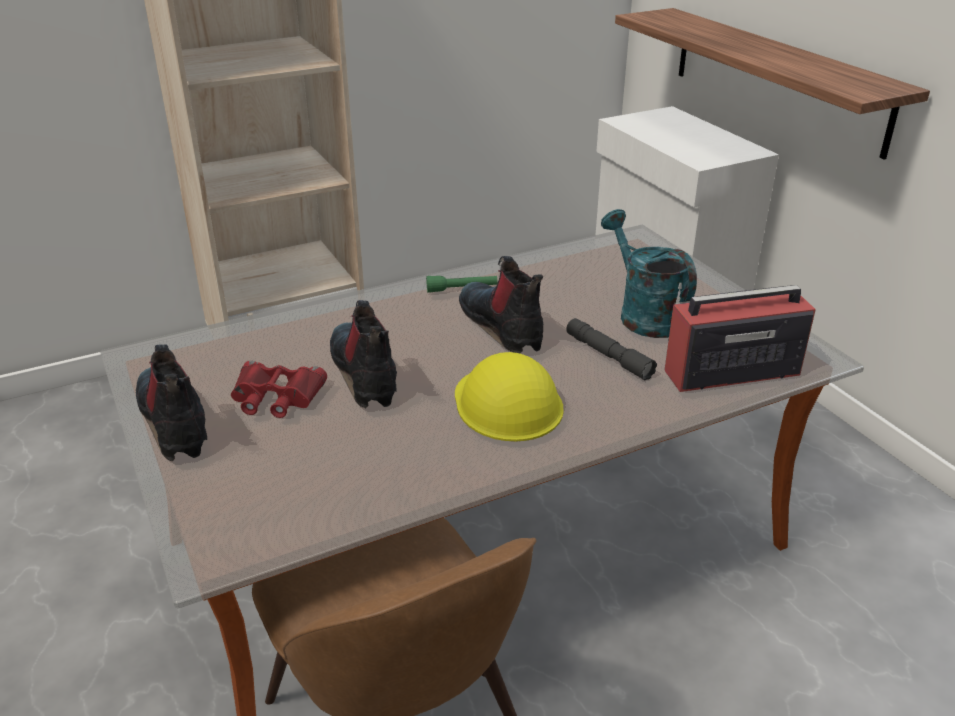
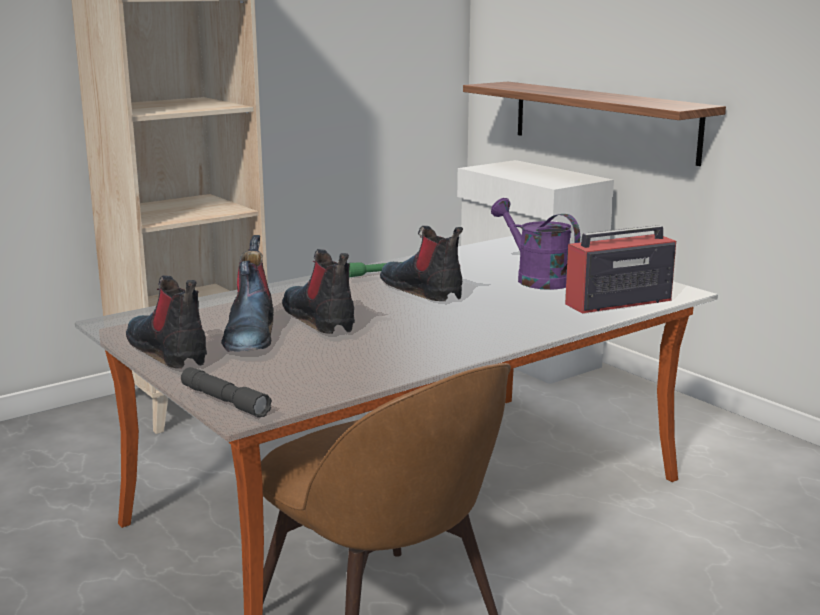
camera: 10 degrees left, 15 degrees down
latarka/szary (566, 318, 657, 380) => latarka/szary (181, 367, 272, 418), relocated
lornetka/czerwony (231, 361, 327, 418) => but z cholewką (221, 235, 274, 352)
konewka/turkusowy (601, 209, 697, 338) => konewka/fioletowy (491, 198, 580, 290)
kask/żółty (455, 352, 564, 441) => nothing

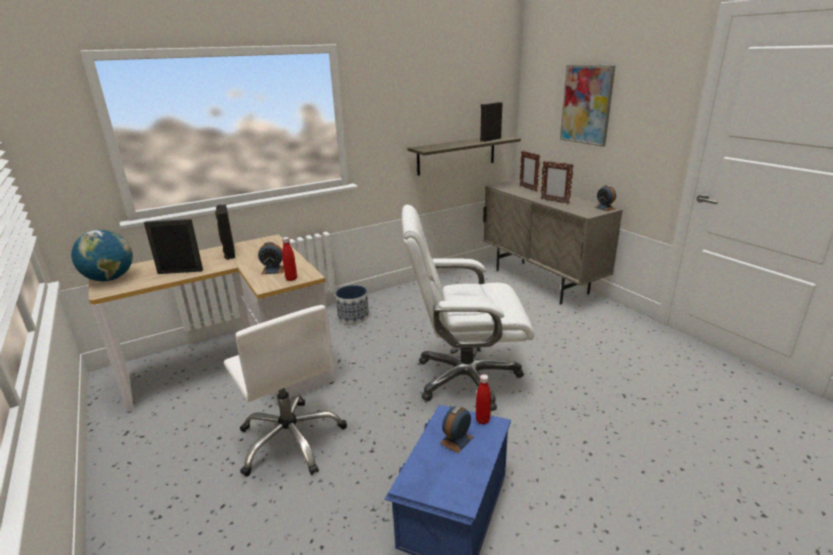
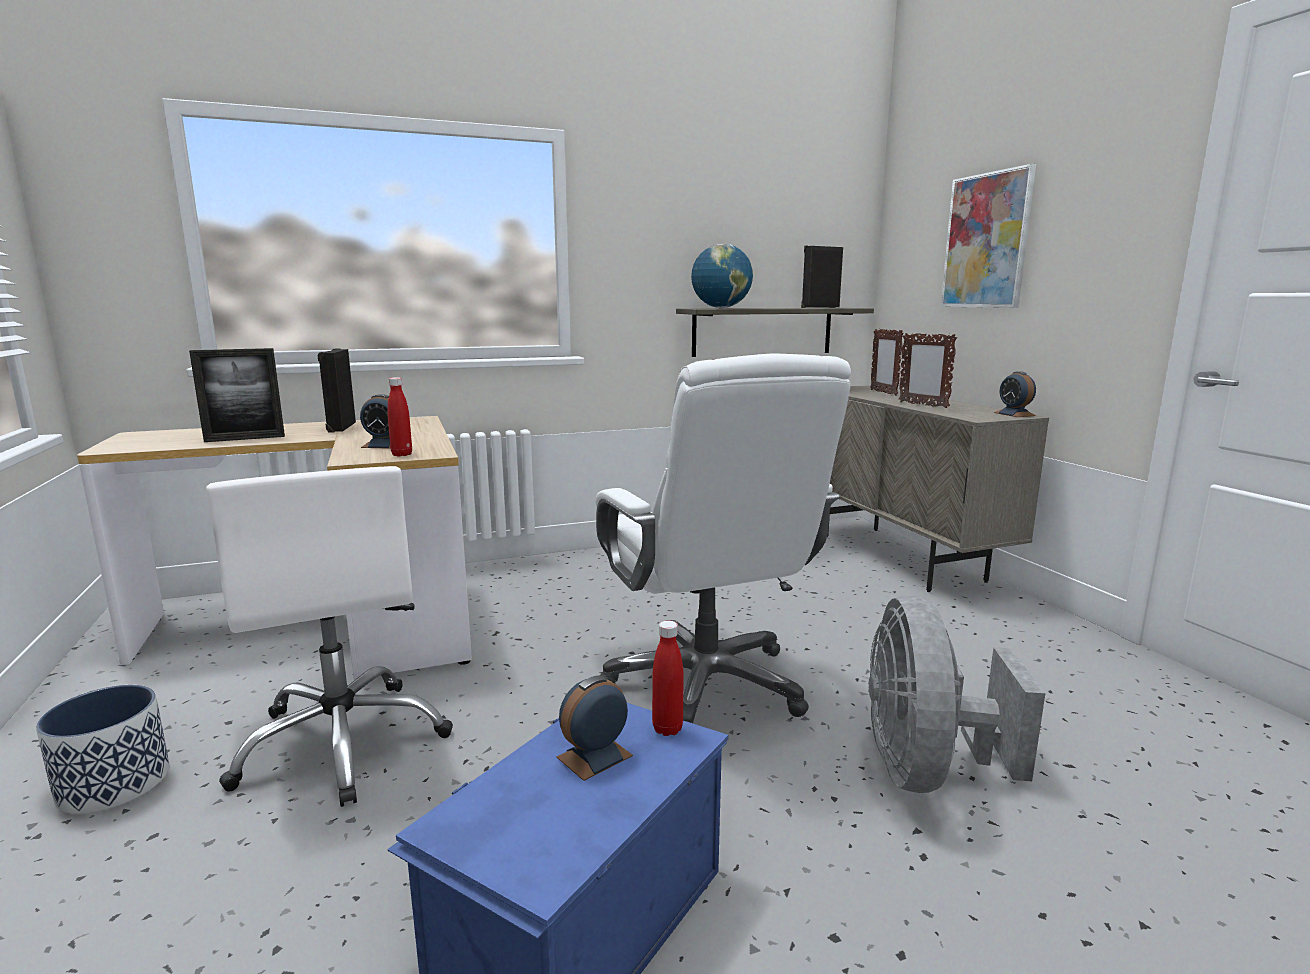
camera: 10 degrees right, 10 degrees down
donica (335, 285, 369, 324) => donica (36, 685, 169, 814), relocated
ramka na zdjęcie (144, 219, 203, 274) => ramka na zdjęcie (189, 348, 285, 442), 150 degrees clockwise
krzesło biurowe/biały (402, 205, 534, 411) => krzesło biurowe/biały (595, 354, 851, 723), 120 degrees counterclockwise
globus (71, 229, 133, 281) => globus (691, 244, 753, 308), relocated
nothing => wentylator/szary (868, 596, 1046, 793)

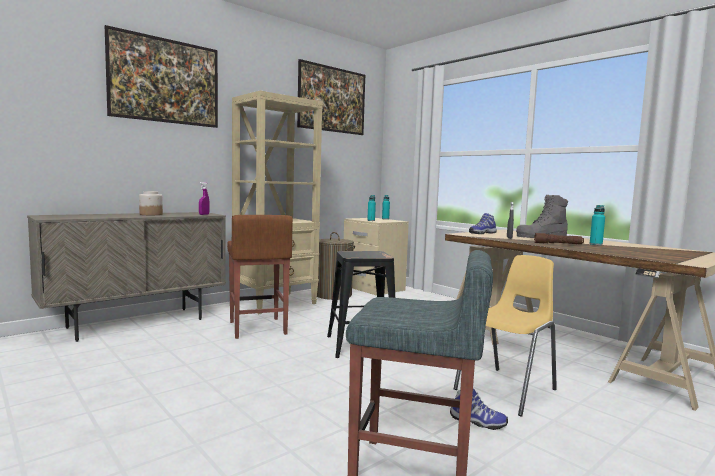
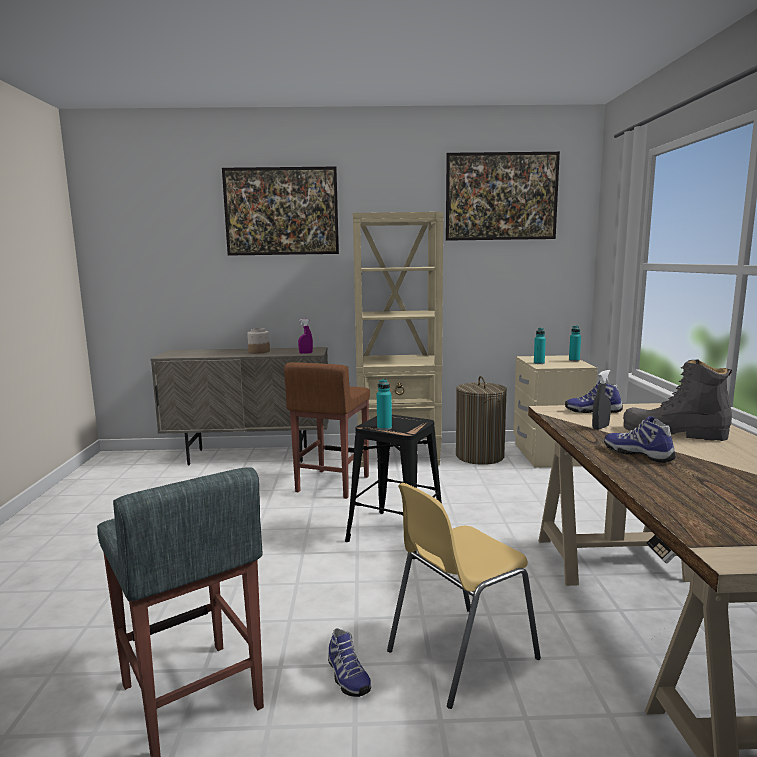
camera: 40 degrees right, 5 degrees up
butelka/turkusowy (590, 205, 605, 245) => butelka/turkusowy (377, 379, 392, 430), relocated
krzesło/żółty (454, 255, 557, 417) => krzesło/żółty (387, 483, 541, 709), 150 degrees clockwise
latarka/brązowy (534, 233, 584, 244) => but (604, 416, 676, 463)

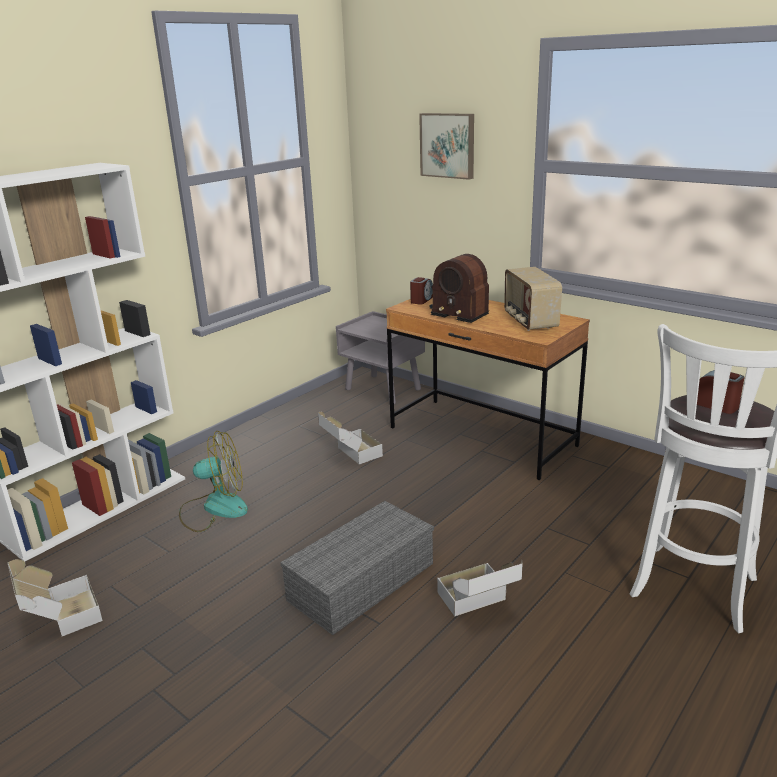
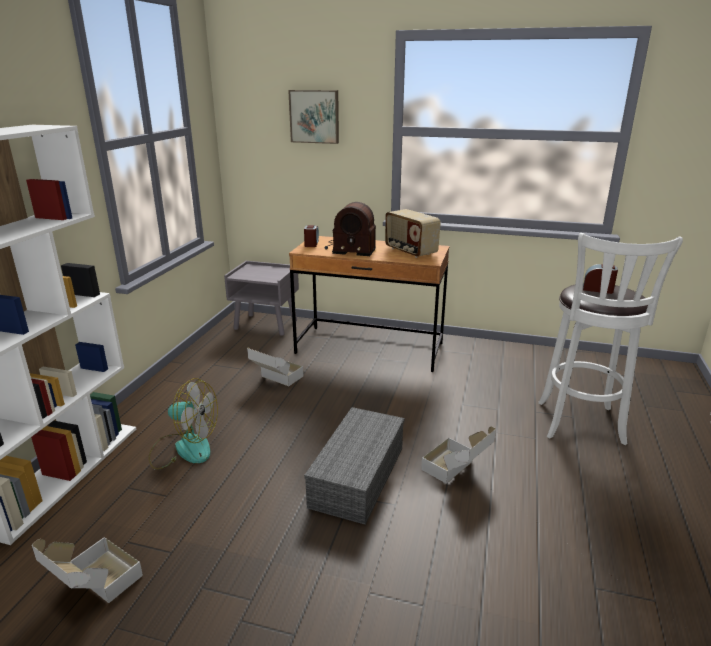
camera: 25 degrees left, 0 degrees up
wentylator (179, 431, 248, 532) => wentylator (148, 378, 218, 470), 45 degrees clockwise

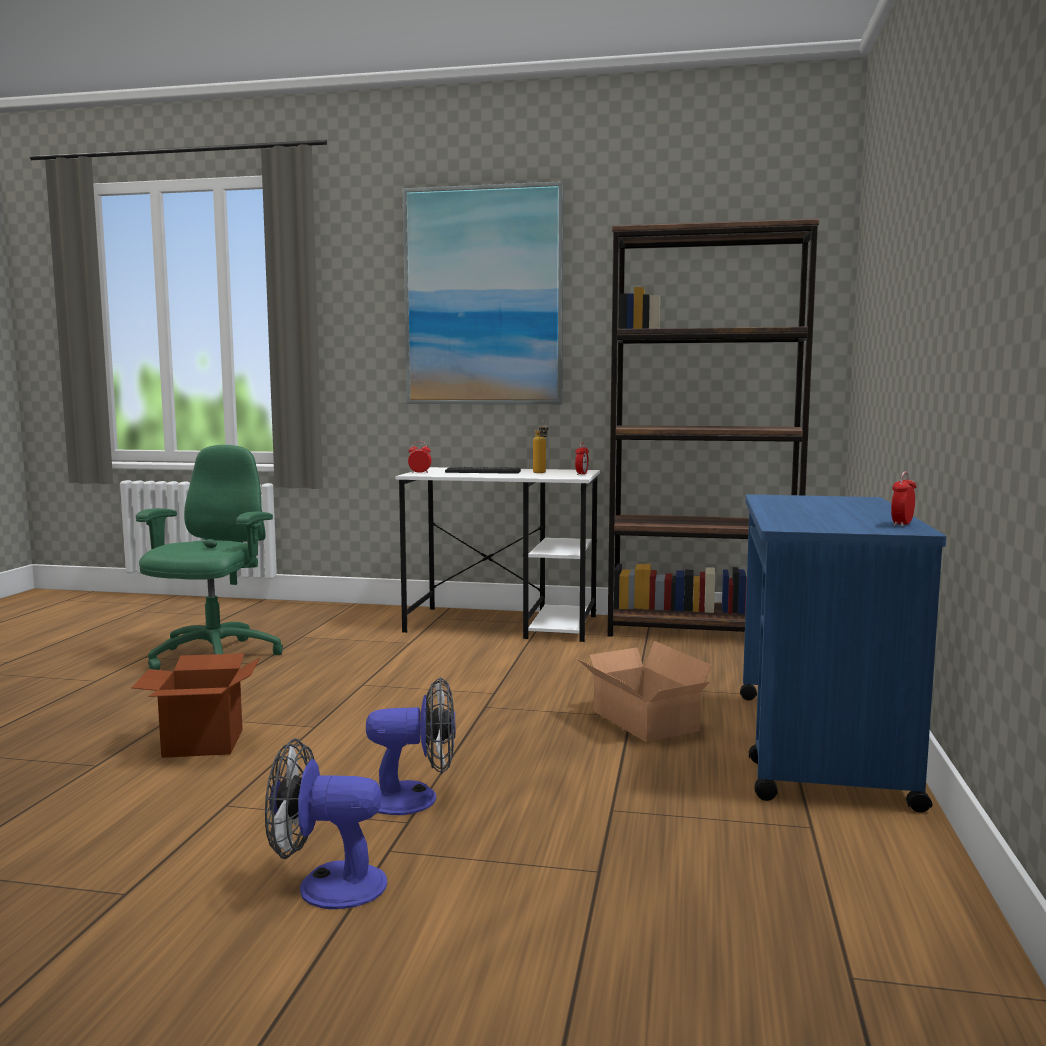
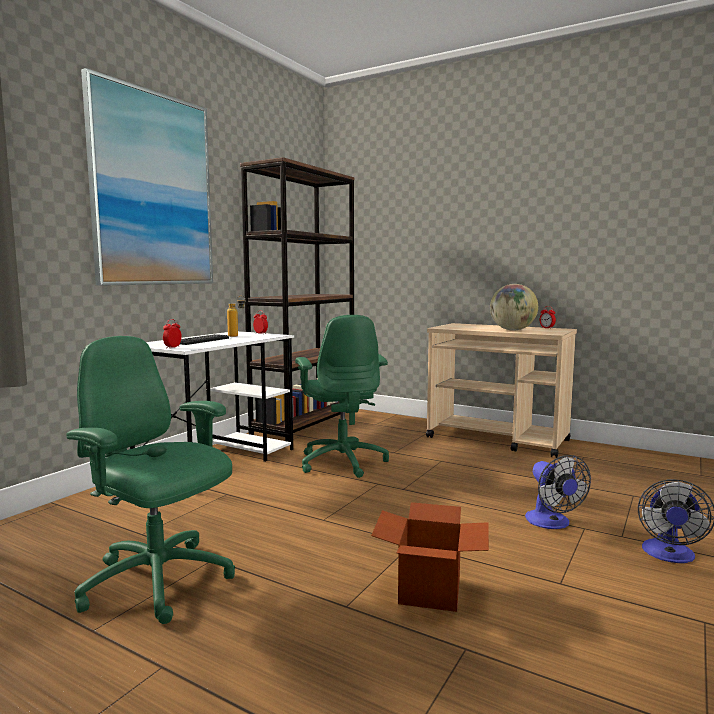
camera: 70 degrees left, 0 degrees up
nothing => krzesło biurowe/zielony (295, 315, 389, 478)
wózek/niebieski (740, 494, 946, 813) => wózek/beżowy (426, 323, 577, 458)
nothing => globus (490, 284, 538, 331)
wentylator (366, 677, 456, 815) => wentylator (525, 455, 591, 529), 150 degrees clockwise
karton (576, 641, 711, 742) => nothing

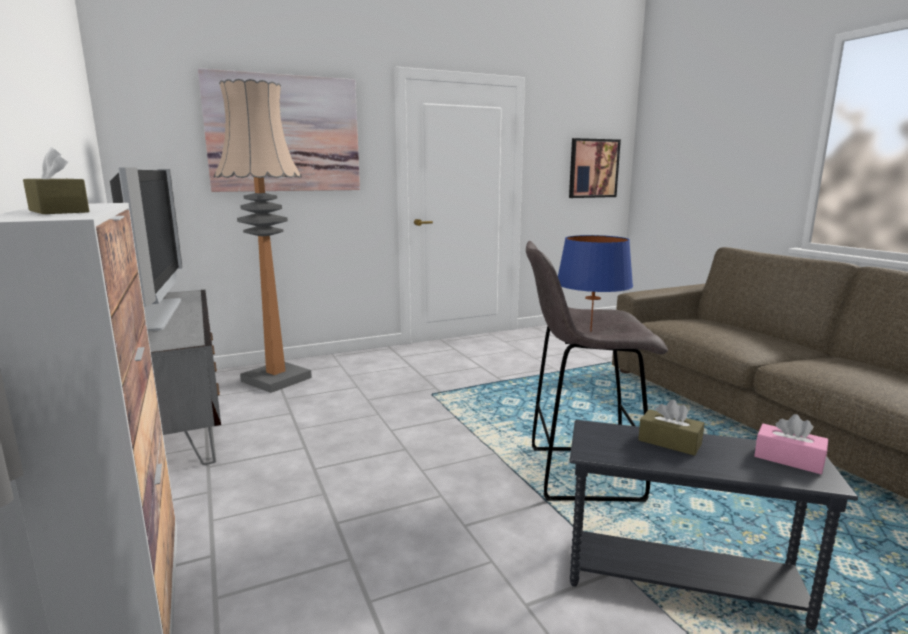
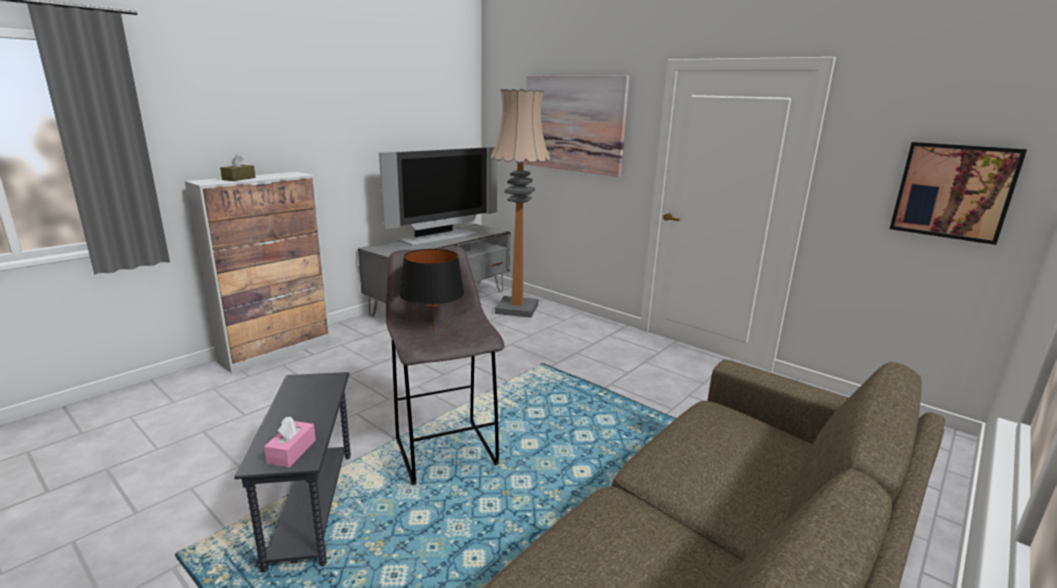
camera: 65 degrees right, 5 degrees up
lampa stołowa/niebieski (558, 235, 633, 332) => lampa stołowa/czarny (400, 249, 464, 332)
pudełko chusteczek/brązowy (638, 400, 704, 456) => nothing

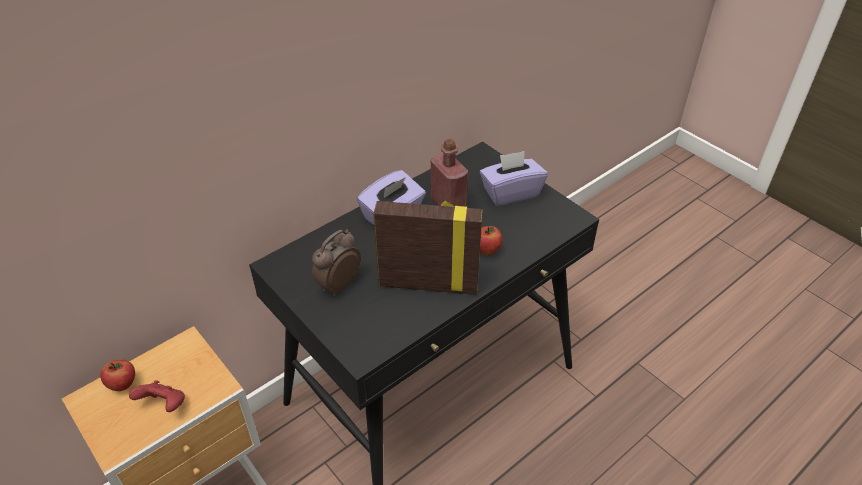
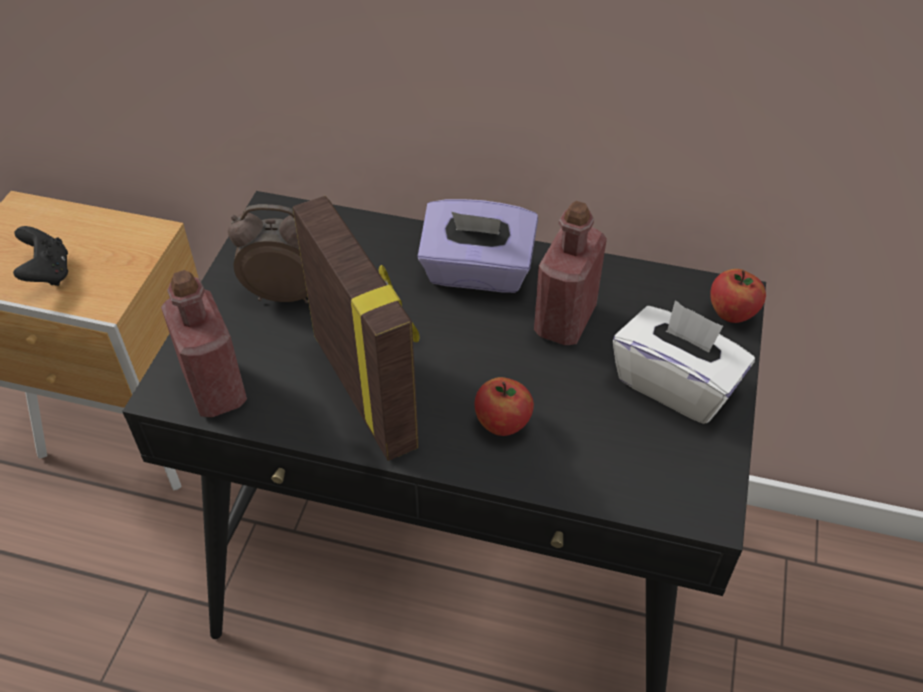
camera: 55 degrees right, 5 degrees up
pad do gier/czerwony (129, 380, 185, 412) => pad do gier/czarny (13, 226, 68, 286)
nothing => butelka/czerwony (161, 270, 247, 417)
pudełko chusteczek/fioletowy (480, 151, 547, 206) => pudełko chusteczek/biały (613, 300, 755, 424)
jabłko (100, 359, 135, 391) => jabłko (710, 269, 766, 323), relocated

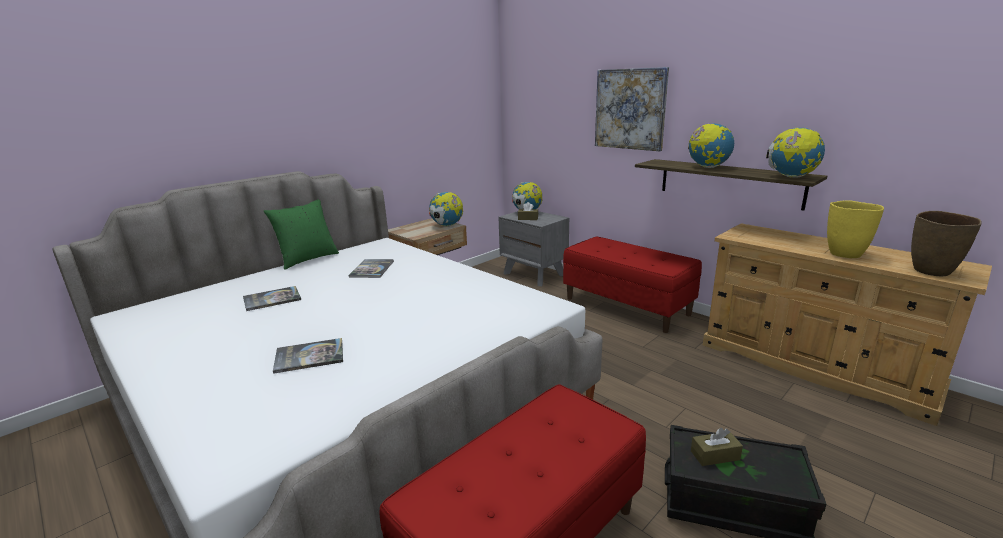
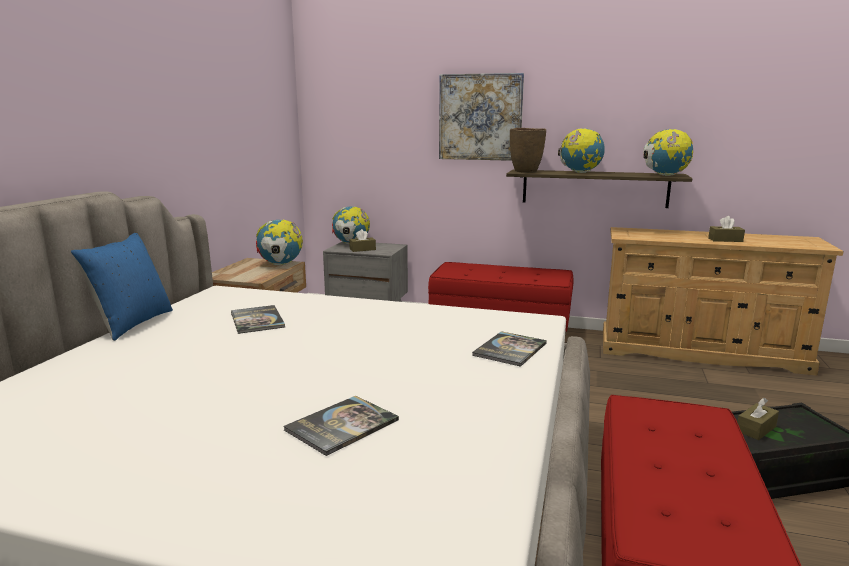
camera: 30 degrees left, 5 degrees down
poduszka/zielony (264, 199, 339, 270) => poduszka/niebieski (71, 233, 173, 341)
książka (243, 286, 301, 311) => książka (472, 331, 547, 367), relocated
wazon/brązowy (911, 211, 982, 276) => wazon/brązowy (510, 128, 546, 173), relocated
wazon/żółty (827, 200, 884, 258) => pudełko chusteczek/brązowy (708, 216, 745, 242)

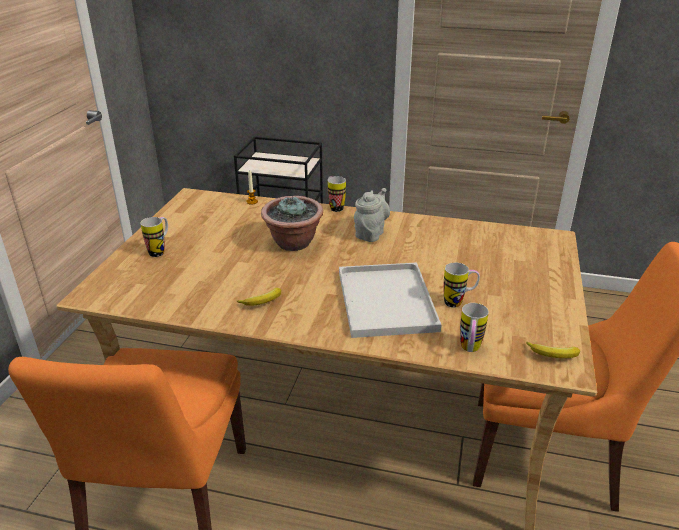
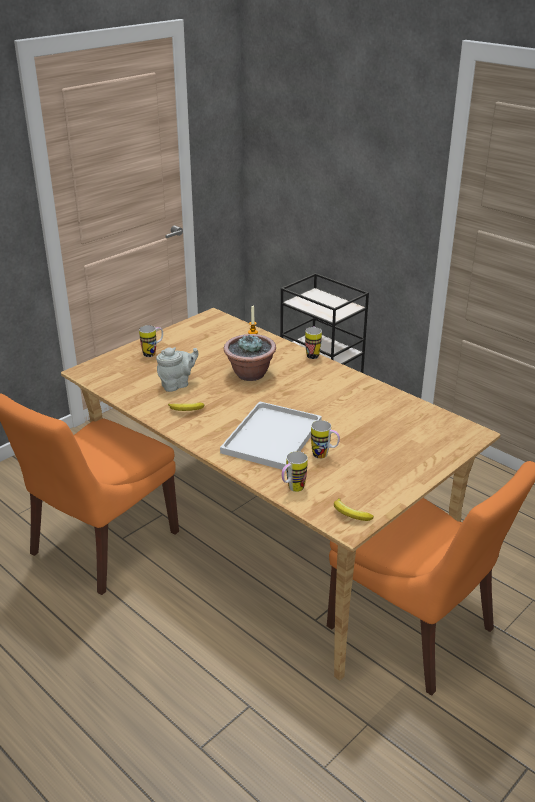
camera: 30 degrees right, 0 degrees up
imbryk/szary (354, 188, 390, 242) => imbryk/szary (156, 347, 199, 392), relocated

